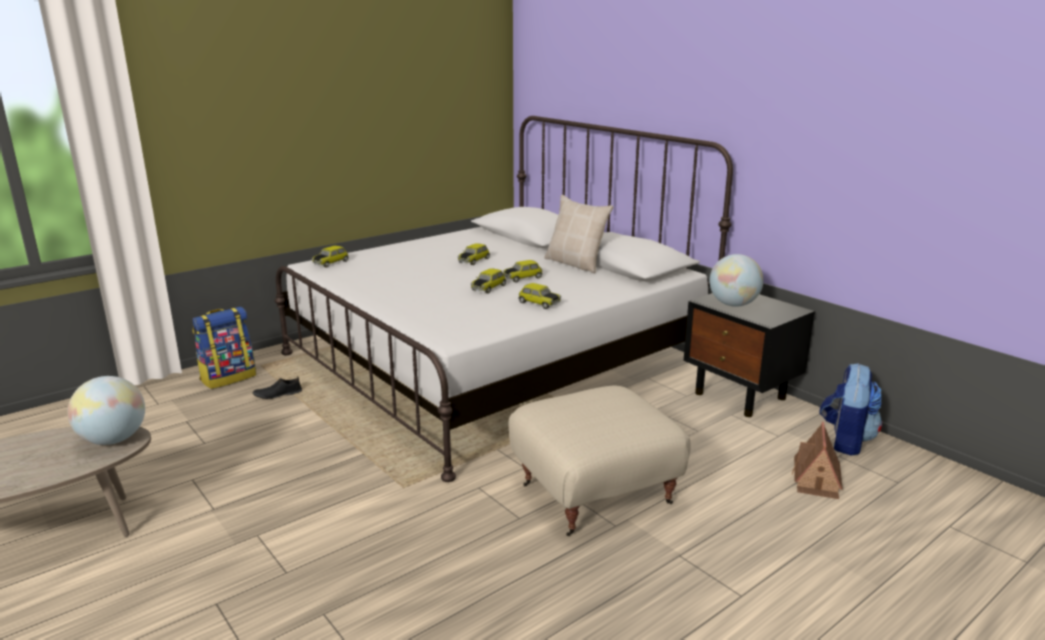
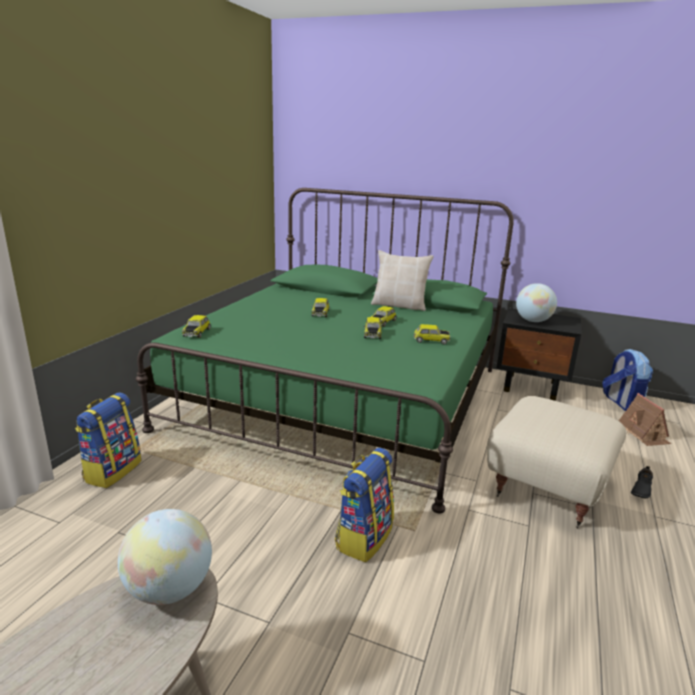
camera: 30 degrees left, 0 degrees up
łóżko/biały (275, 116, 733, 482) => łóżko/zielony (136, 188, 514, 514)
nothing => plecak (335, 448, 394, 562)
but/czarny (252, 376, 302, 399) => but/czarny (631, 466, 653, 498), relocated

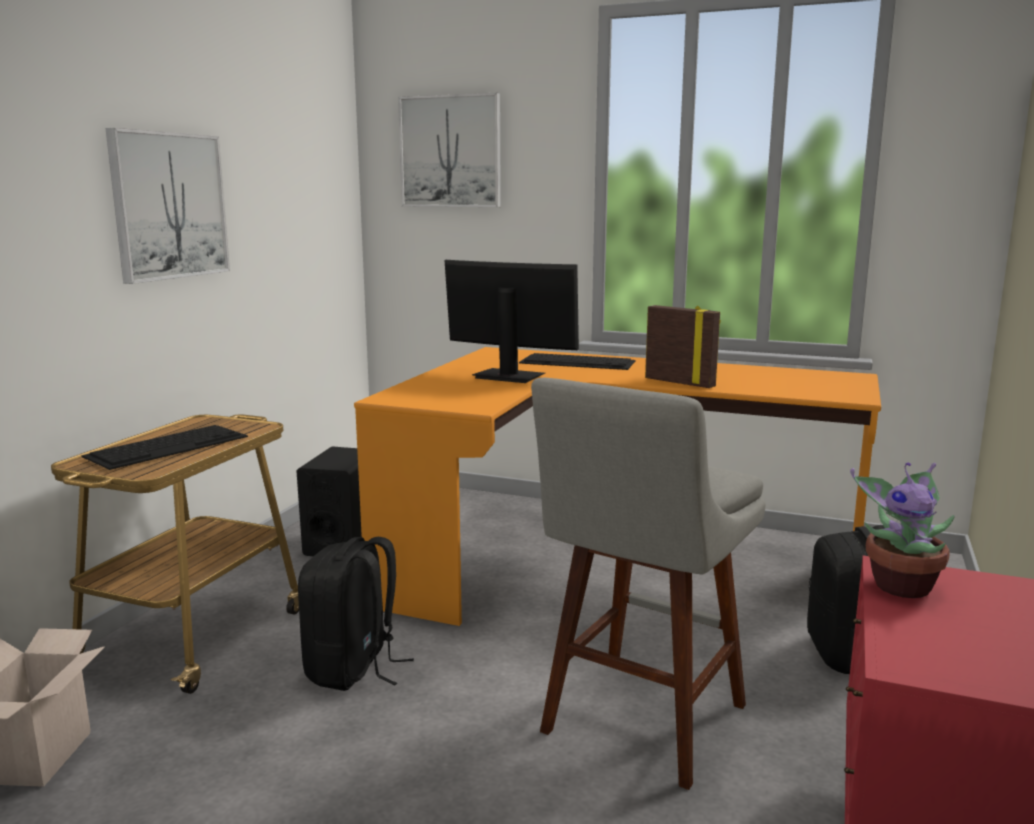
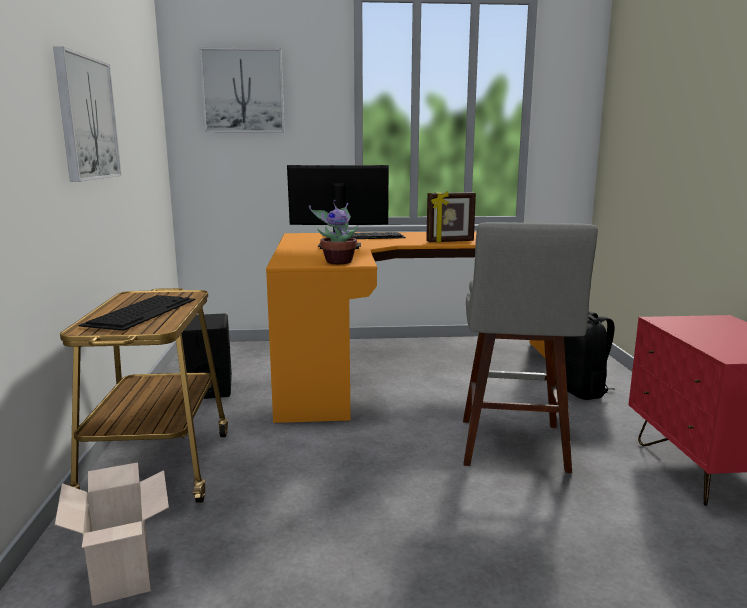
camera: 25 degrees left, 0 degrees up
roślina doniczkowa (850, 462, 955, 598) => roślina doniczkowa (309, 200, 358, 264), relocated
ramka na zdjęcie (645, 305, 721, 388) => ramka na zdjęcie (426, 191, 476, 243), 150 degrees clockwise
plecak/czarny (298, 537, 414, 691) => nothing

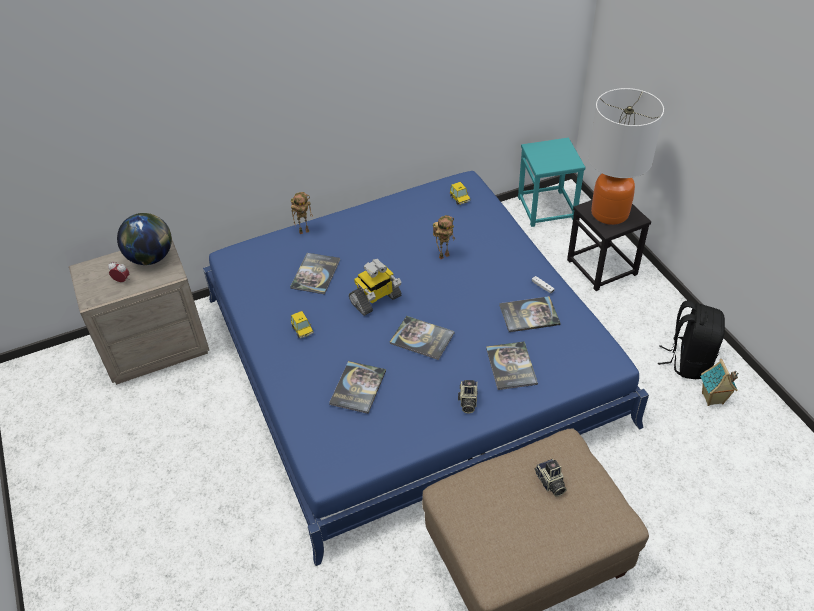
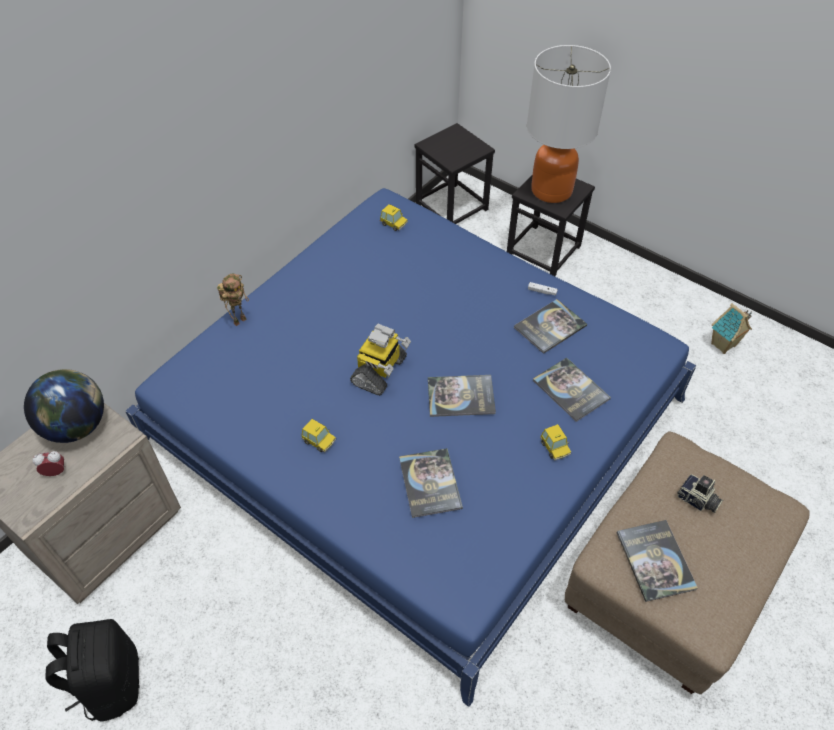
camera: 30 degrees left, 5 degrees up
plecak/czarny (658, 301, 725, 379) => plecak/czarny (45, 619, 139, 722), relocated
stołek/turkusowy (518, 138, 586, 227) => stołek/czarny (414, 123, 495, 224)
aparat fotograficzny (458, 380, 478, 413) => samochodzik (540, 424, 571, 461)
książka (290, 253, 340, 294) => książka (616, 520, 698, 602), relocated
robot zabawkowy (433, 215, 455, 259) => nothing

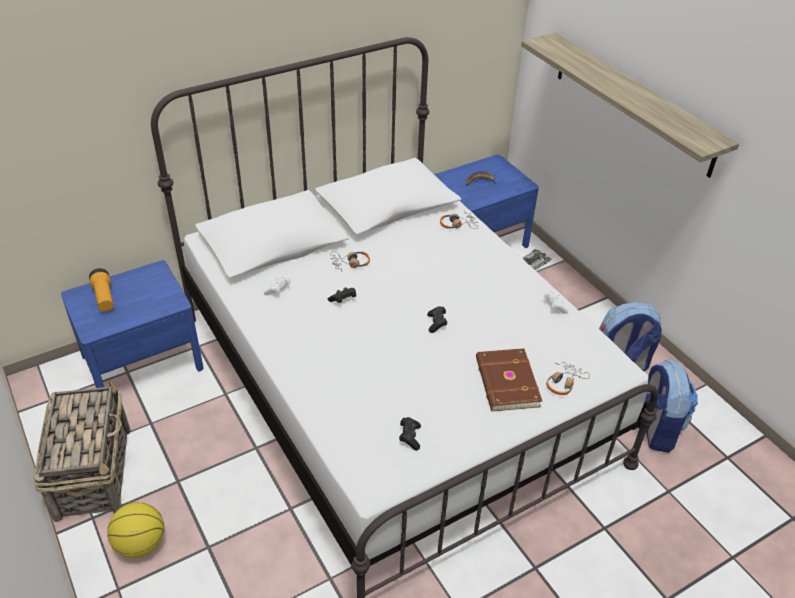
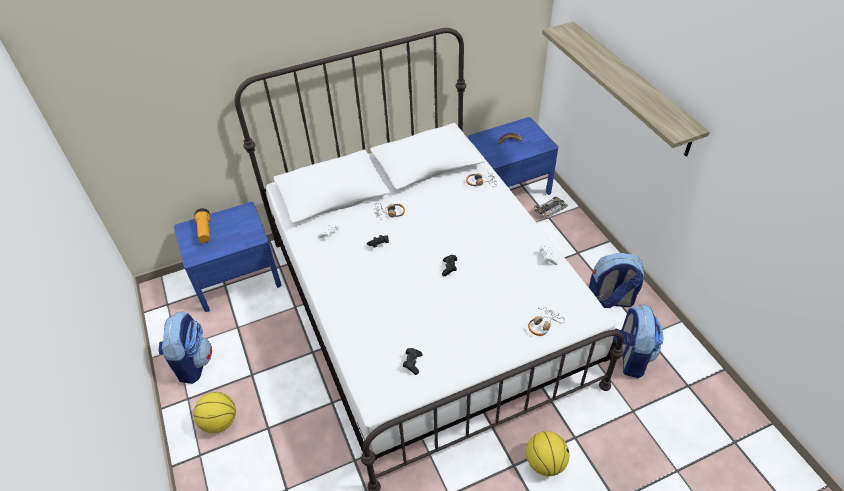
camera: 10 degrees right, 5 degrees up
koszyk (33, 381, 131, 522) => plecak (159, 312, 212, 384)
nothing => piłka do koszykówki (526, 431, 569, 476)
książka/brązowy (476, 348, 542, 411) => nothing

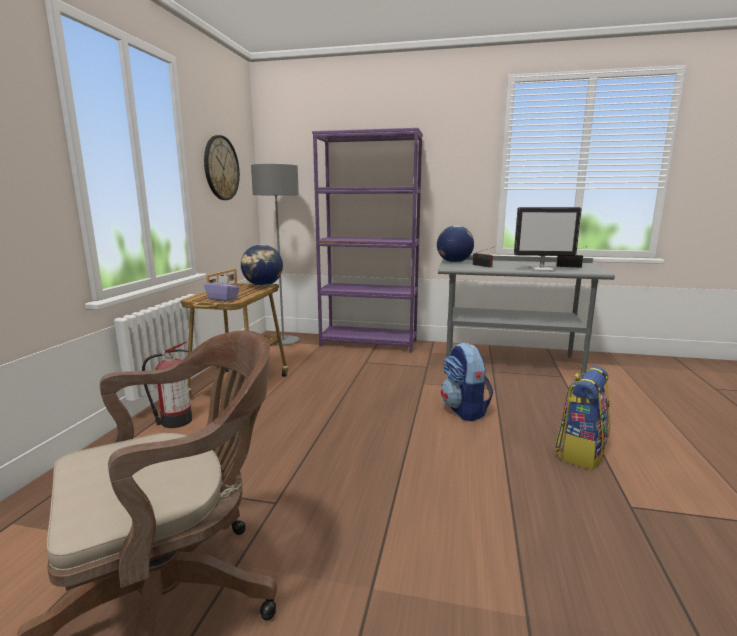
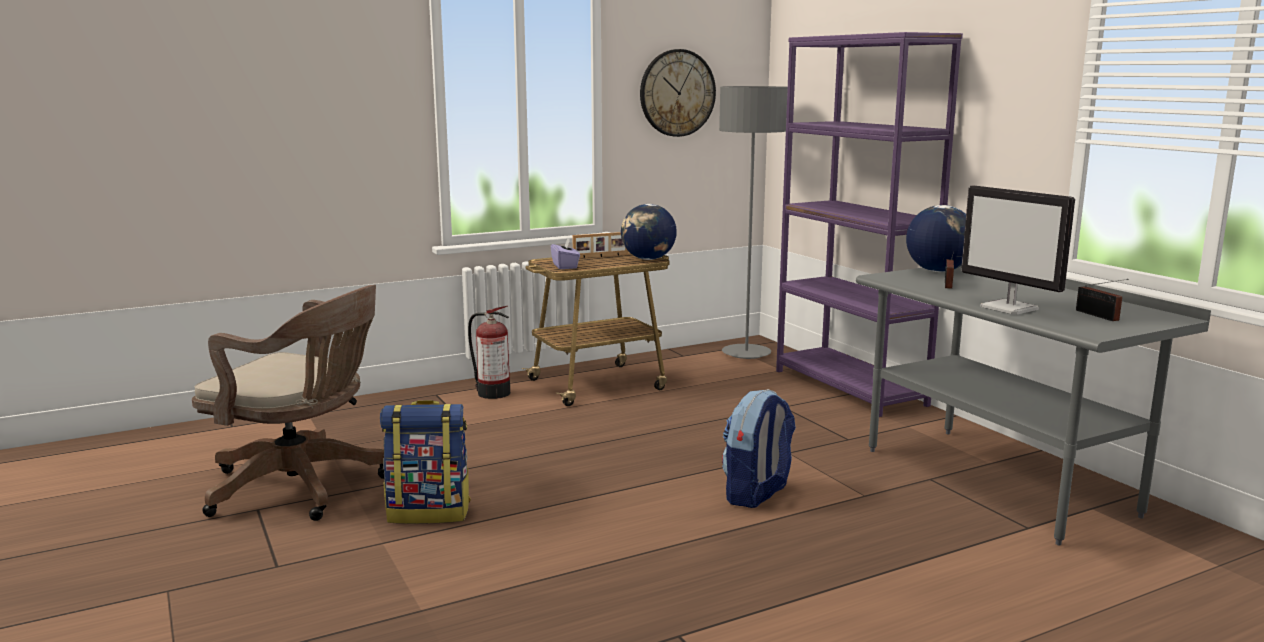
camera: 50 degrees right, 0 degrees up
plecak (555, 366, 611, 470) => plecak (380, 400, 471, 524), relocated

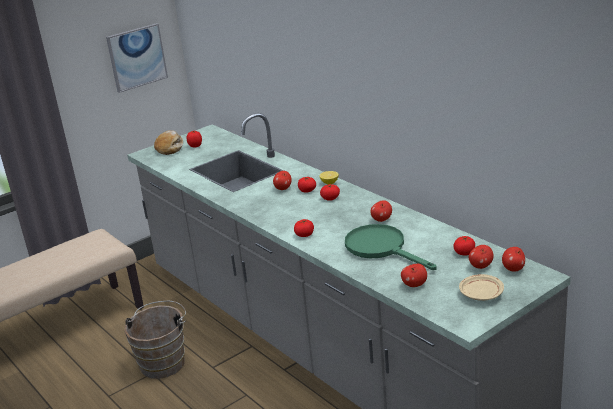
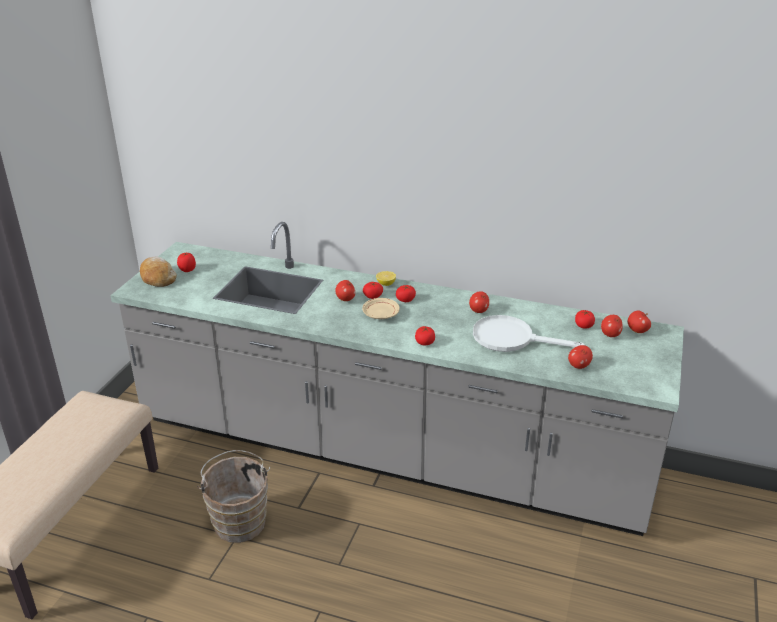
camera: 35 degrees left, 5 degrees up
talerz/beżowy (459, 274, 504, 301) => talerz/beżowy (362, 298, 400, 319), relocated
patelnia/zielony (345, 224, 437, 270) => patelnia/biały (473, 315, 585, 352)
obraz (106, 23, 168, 93) => nothing

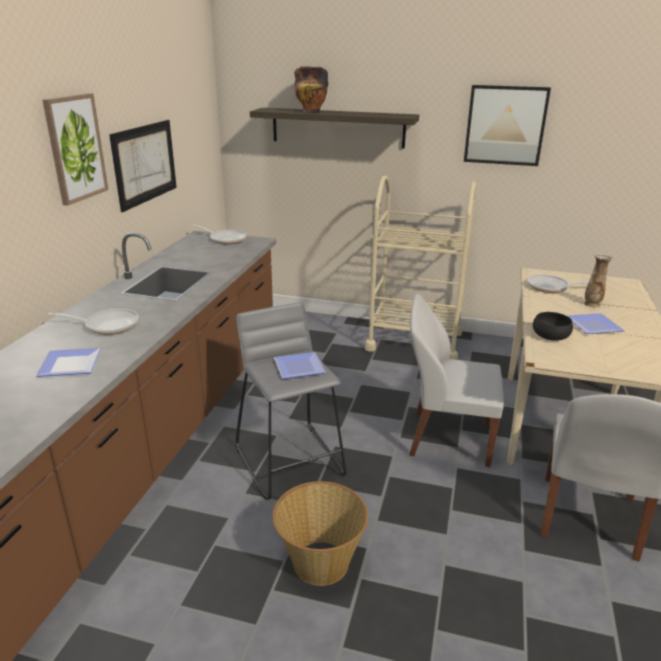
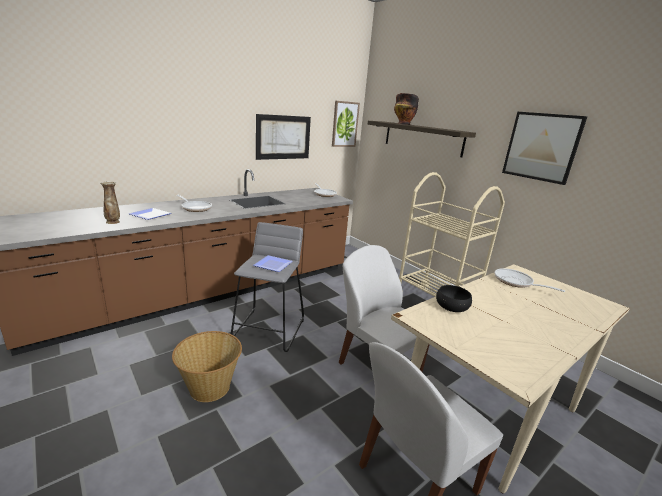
camera: 35 degrees right, 5 degrees down
wazon (584, 254, 613, 307) => wazon (101, 181, 120, 224), relocated
obraz (43, 93, 108, 206) => obraz (332, 101, 360, 147), relocated
talerz (568, 313, 625, 334) => nothing

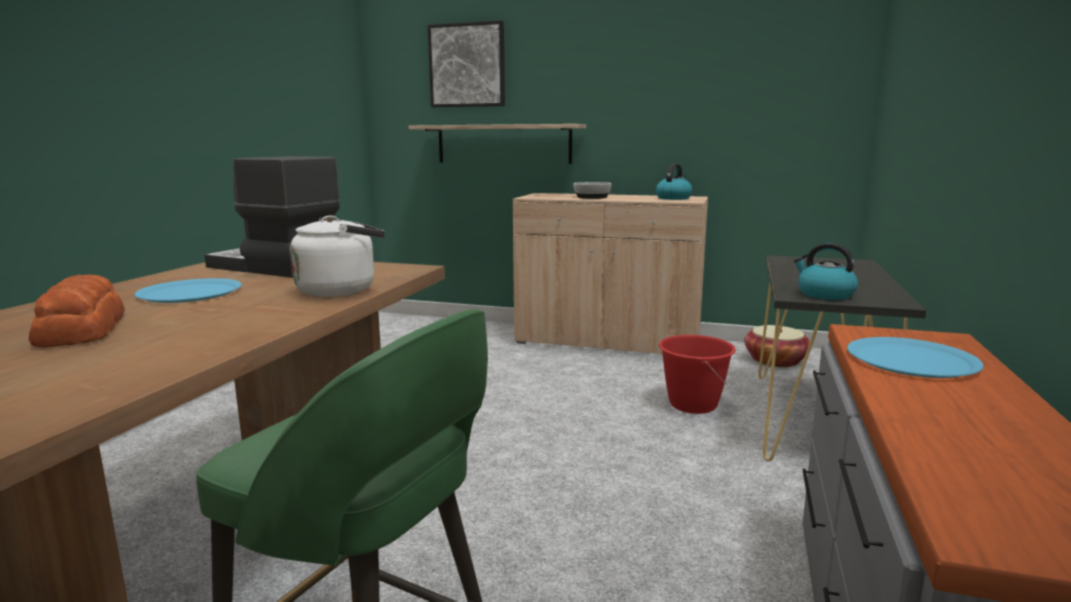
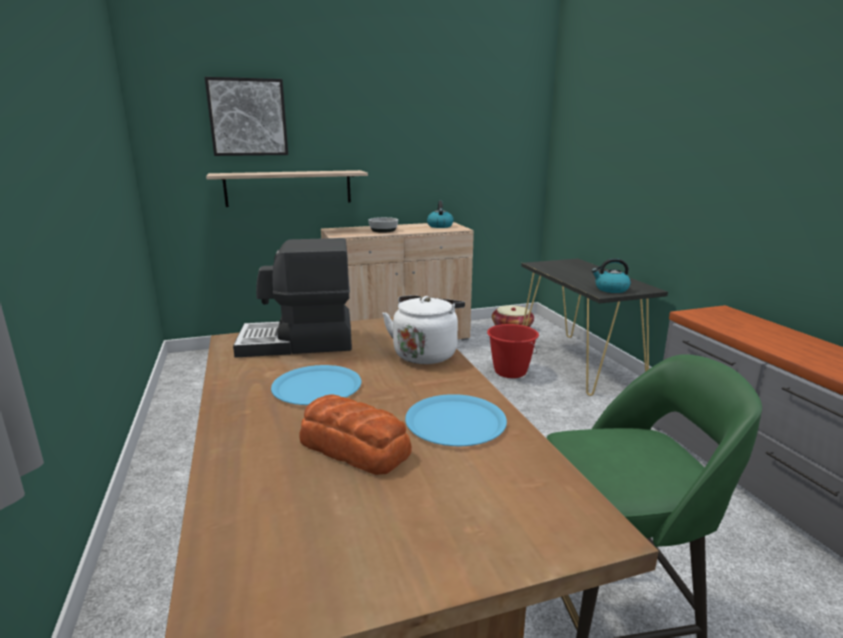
camera: 35 degrees left, 5 degrees up
talerz/niebieski (847, 337, 984, 378) => talerz/niebieski (405, 394, 507, 446), relocated

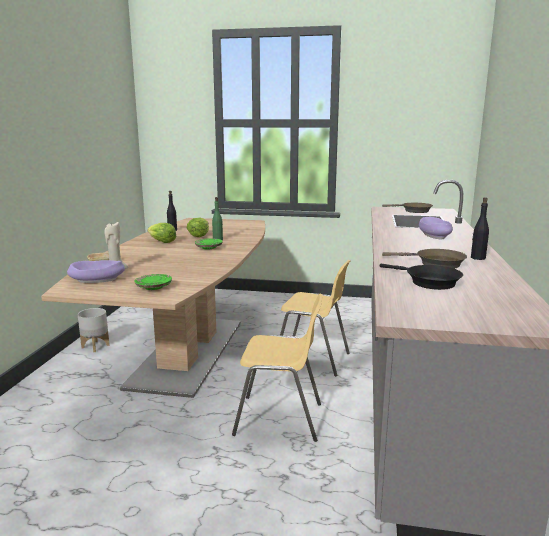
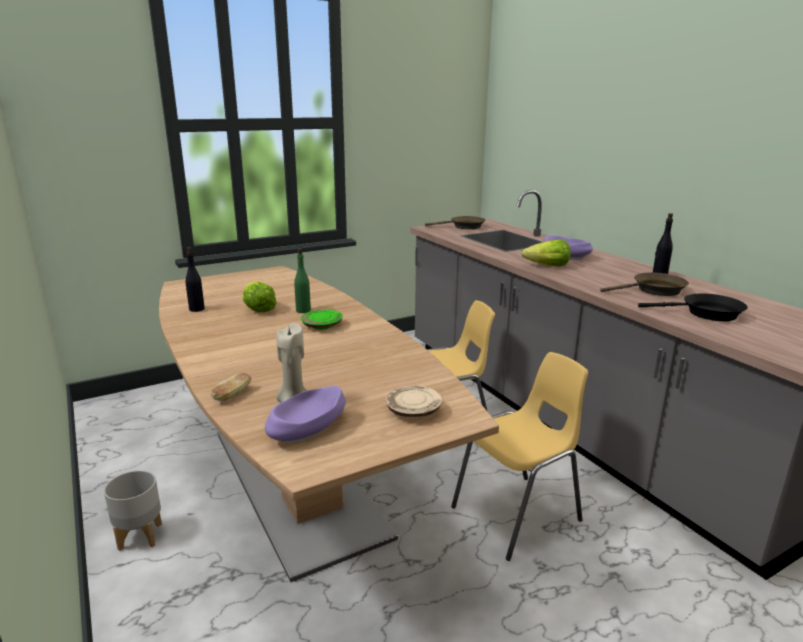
camera: 40 degrees left, 5 degrees up
talerz/zielony (134, 274, 172, 290) => talerz/beżowy (386, 386, 442, 418)
sałata (147, 223, 177, 243) => sałata (521, 239, 571, 267), relocated

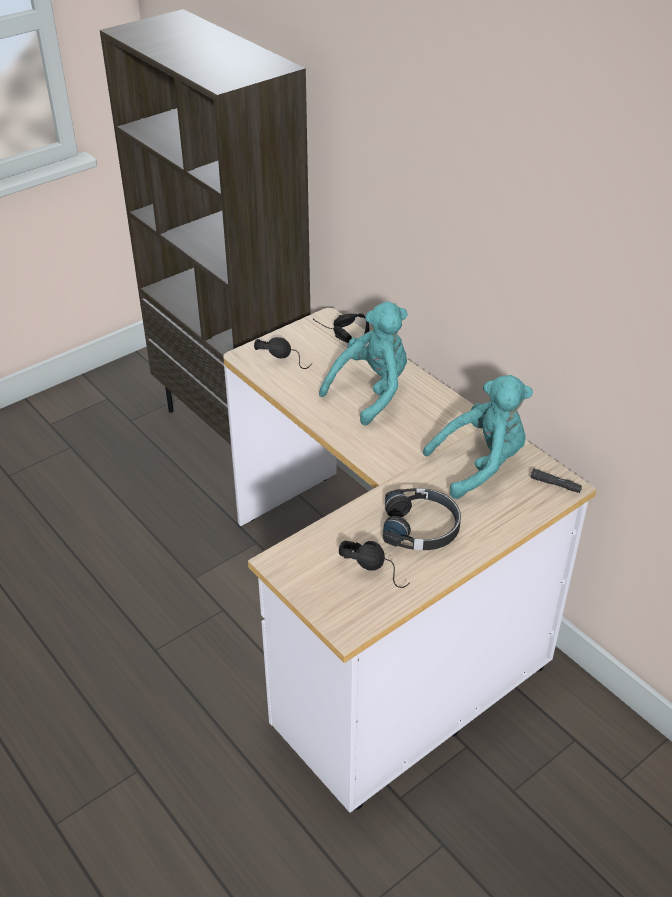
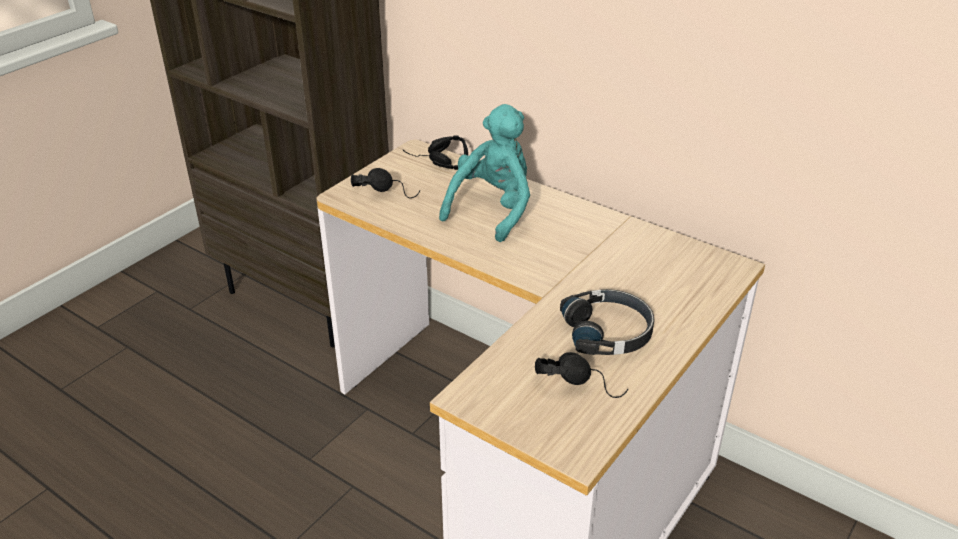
camera: 15 degrees left, 5 degrees down
pluszak/turkusowy (423, 375, 533, 499) => nothing
latarka/czarny (530, 469, 582, 493) => nothing

